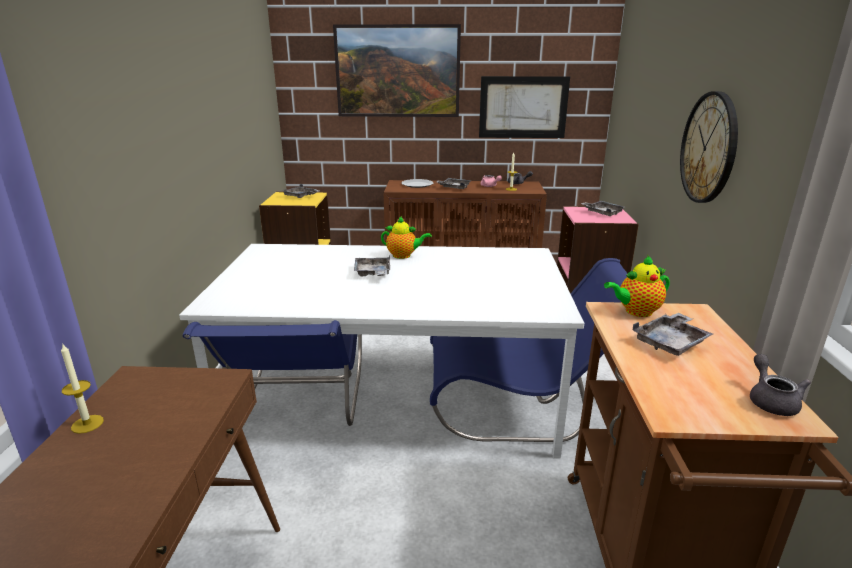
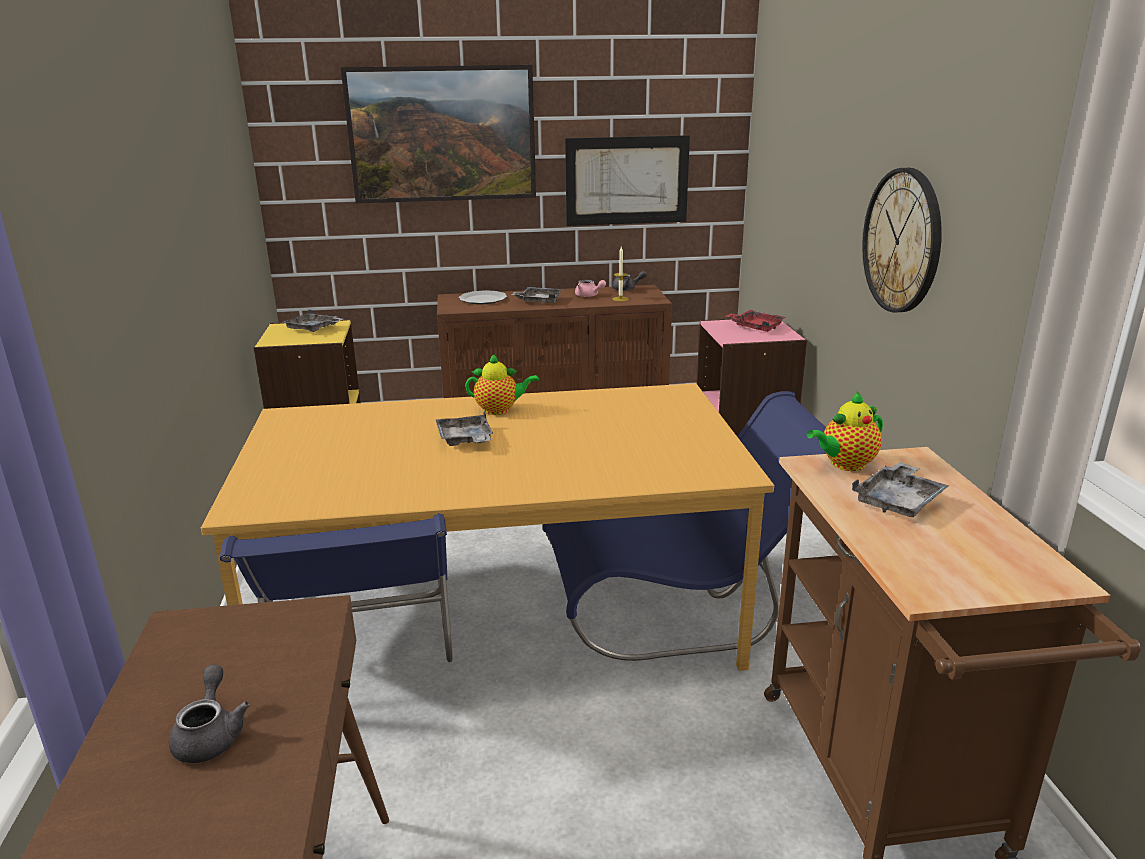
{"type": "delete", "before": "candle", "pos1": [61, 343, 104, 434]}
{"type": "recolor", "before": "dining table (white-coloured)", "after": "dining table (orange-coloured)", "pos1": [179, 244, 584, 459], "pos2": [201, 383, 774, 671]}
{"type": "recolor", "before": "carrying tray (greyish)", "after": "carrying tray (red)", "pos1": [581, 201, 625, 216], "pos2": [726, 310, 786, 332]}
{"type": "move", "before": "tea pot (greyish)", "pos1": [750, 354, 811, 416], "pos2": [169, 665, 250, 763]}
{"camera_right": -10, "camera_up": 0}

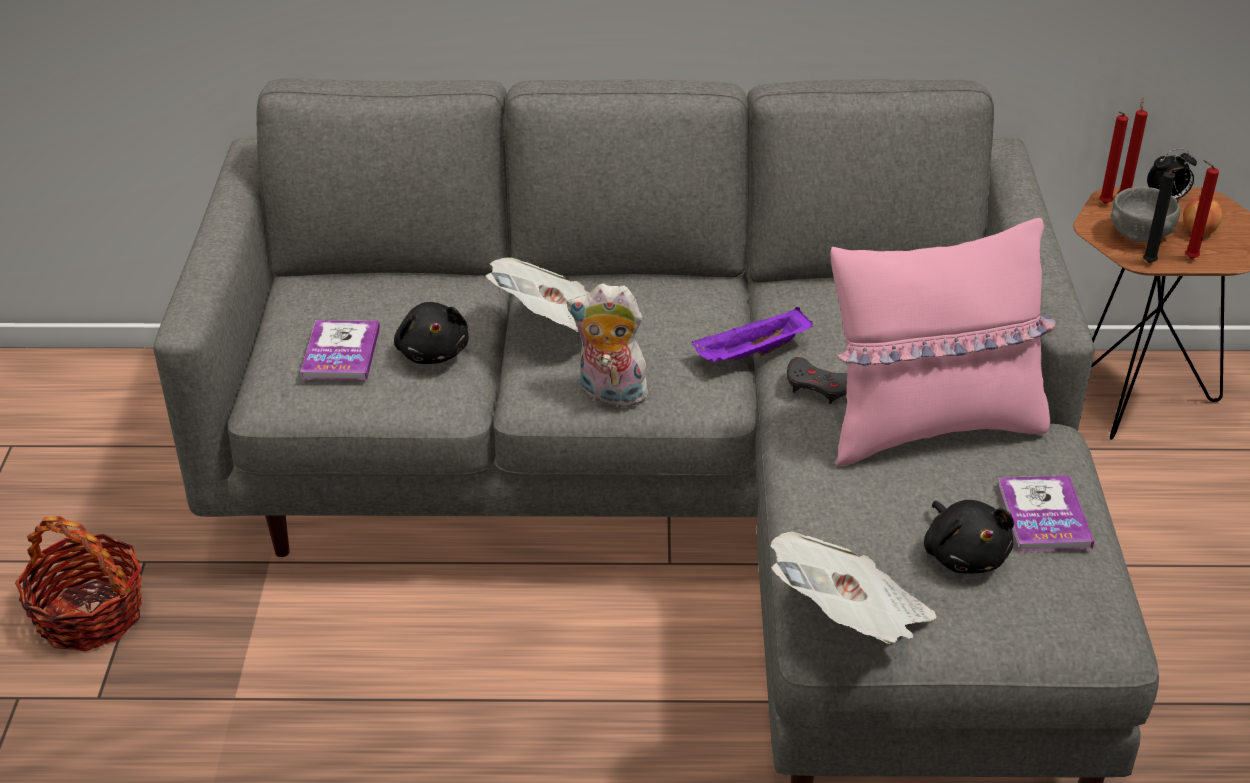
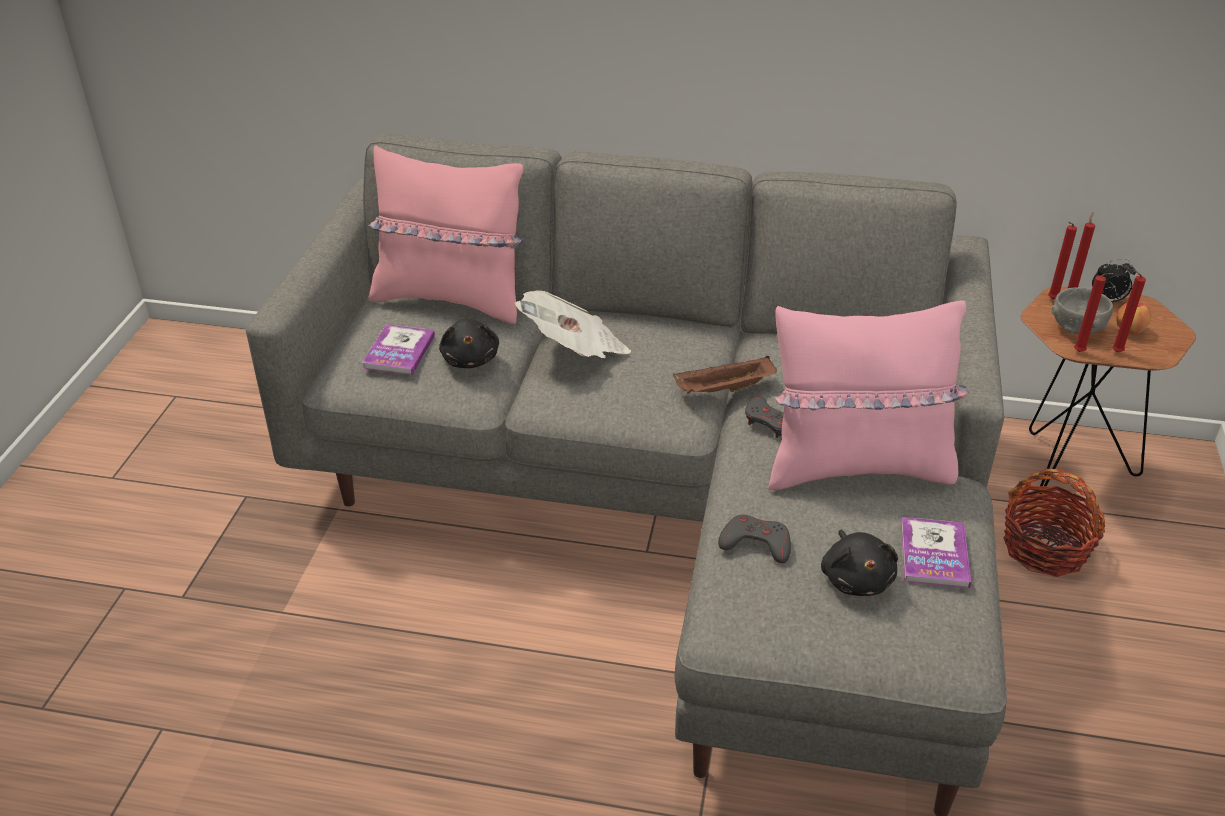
{"type": "move", "before": "basket", "pos1": [15, 516, 143, 652], "pos2": [1003, 469, 1105, 577]}
{"type": "delete", "before": "soft toy", "pos1": [567, 284, 655, 407]}
{"type": "recolor", "before": "carrying tray (purple-coloured)", "after": "carrying tray (brown)", "pos1": [692, 307, 813, 363], "pos2": [673, 356, 777, 394]}
{"type": "delete", "before": "daily paper", "pos1": [770, 531, 937, 644]}
{"type": "recolor", "before": "candle (black-coloured)", "after": "candle (red)", "pos1": [1143, 167, 1183, 263], "pos2": [1074, 273, 1113, 352]}
{"type": "insert", "after": "throw pillow (pink-coloured)", "pos2": [368, 146, 524, 324]}
{"type": "insert", "after": "game controller (greyish)", "pos2": [718, 515, 791, 563]}
{"camera_right": 10, "camera_up": 0}

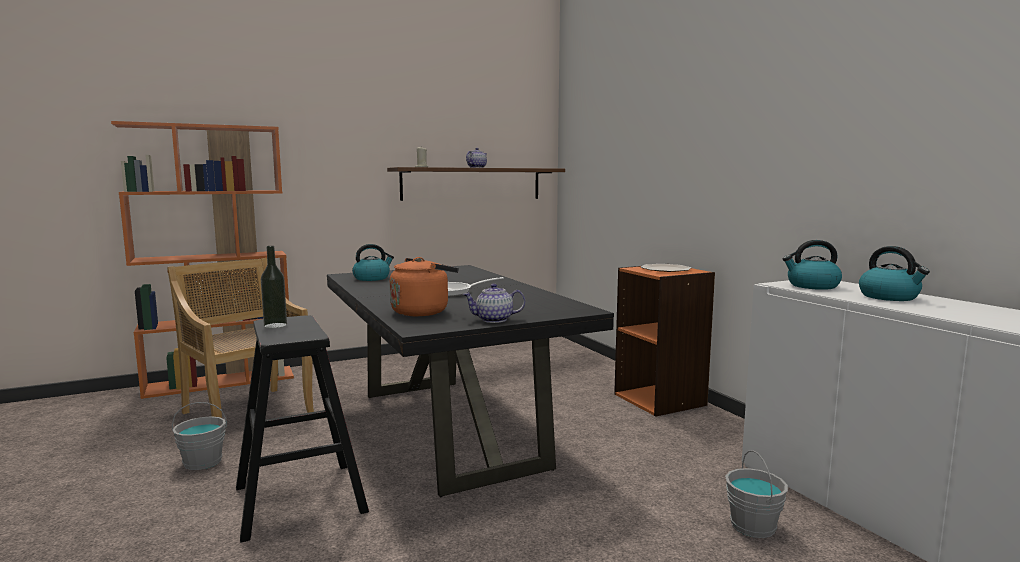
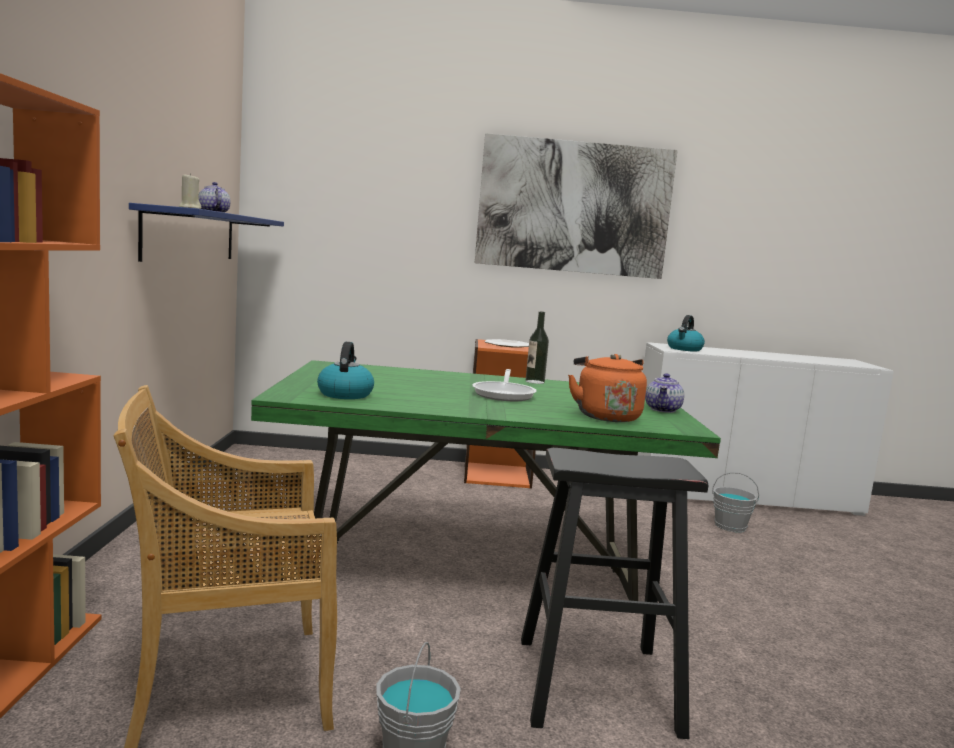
{"type": "move", "before": "drink bottle", "pos1": [261, 246, 287, 328], "pos2": [526, 311, 549, 384]}
{"type": "recolor", "before": "dining table (black-coloured)", "after": "dining table (green)", "pos1": [327, 265, 614, 497], "pos2": [251, 360, 721, 601]}
{"type": "recolor", "before": "wall shelf (brown)", "after": "wall shelf (blue)", "pos1": [387, 167, 565, 201], "pos2": [129, 203, 284, 262]}
{"type": "delete", "before": "kettle", "pos1": [859, 246, 930, 301]}
{"type": "insert", "after": "wall art", "pos2": [475, 133, 678, 279]}
{"camera_right": -65, "camera_up": 0}

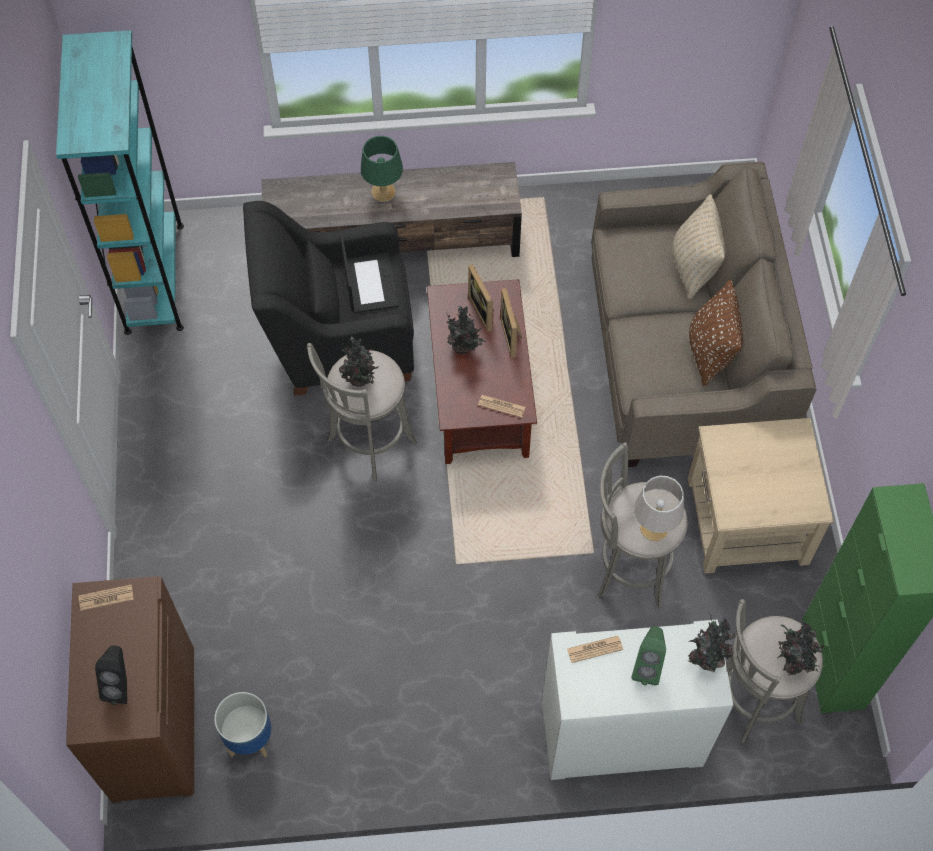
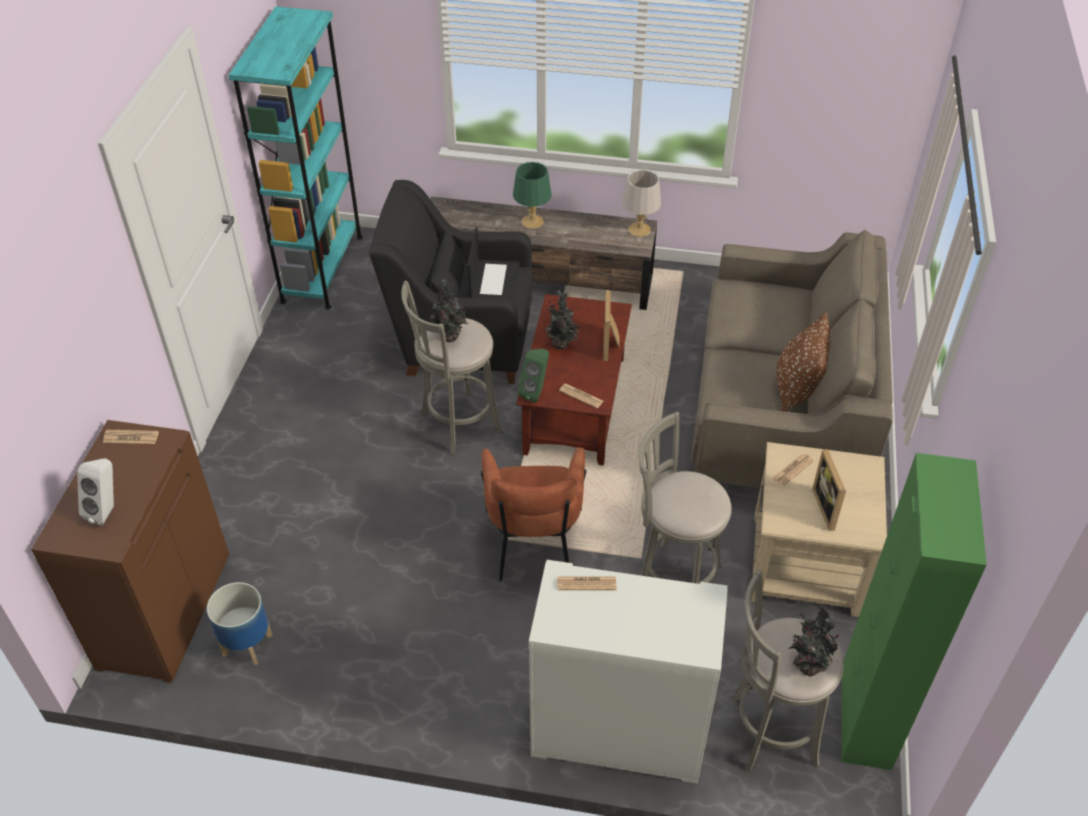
{"type": "recolor", "before": "loudspeaker (black-coloured)", "after": "loudspeaker (white-coloured)", "pos1": [95, 645, 127, 705], "pos2": [77, 458, 114, 526]}
{"type": "move", "before": "picture frame", "pos1": [468, 264, 494, 332], "pos2": [812, 449, 846, 531]}
{"type": "move", "before": "loudspeaker (green)", "pos1": [631, 626, 666, 685], "pos2": [518, 349, 549, 403]}
{"type": "move", "before": "table lamp (greyish)", "pos1": [634, 476, 684, 541], "pos2": [622, 170, 661, 237]}
{"type": "delete", "before": "throw pillow (beige-coloured)", "pos1": [673, 194, 726, 299]}
{"type": "delete", "before": "plant in a pot", "pos1": [688, 613, 735, 672]}
{"type": "insert", "after": "easy chair (brown)", "pos2": [481, 447, 586, 581]}
{"type": "insert", "after": "daily paper", "pos2": [772, 454, 814, 486]}
{"camera_right": 15, "camera_up": -15}

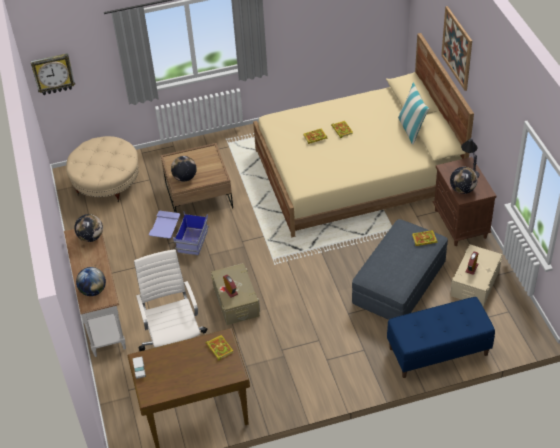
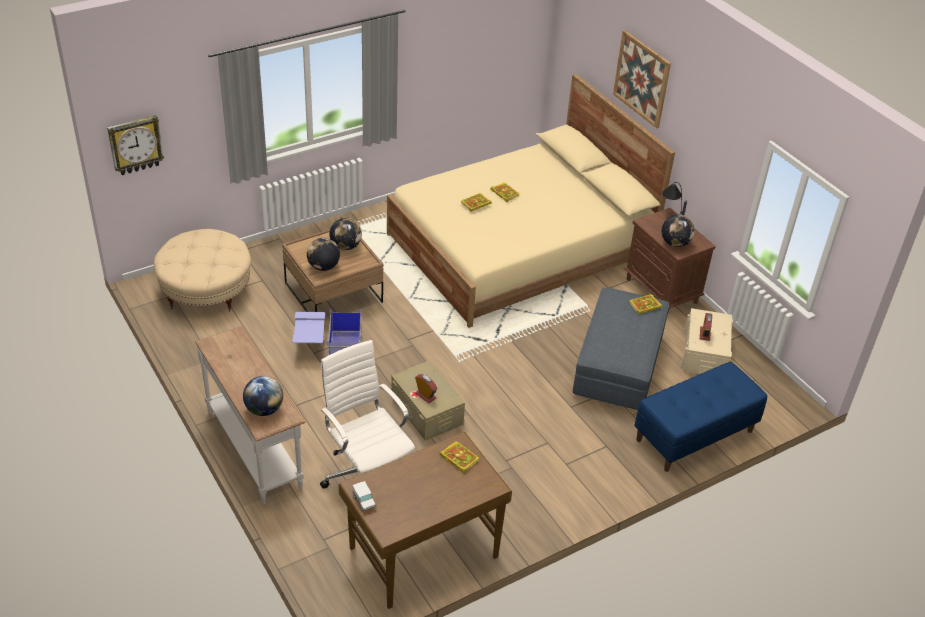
{"type": "move", "before": "desk globe", "pos1": [74, 214, 103, 242], "pos2": [329, 218, 362, 250]}
{"type": "delete", "before": "throw pillow", "pos1": [398, 83, 429, 145]}
{"camera_right": -20, "camera_up": -5}

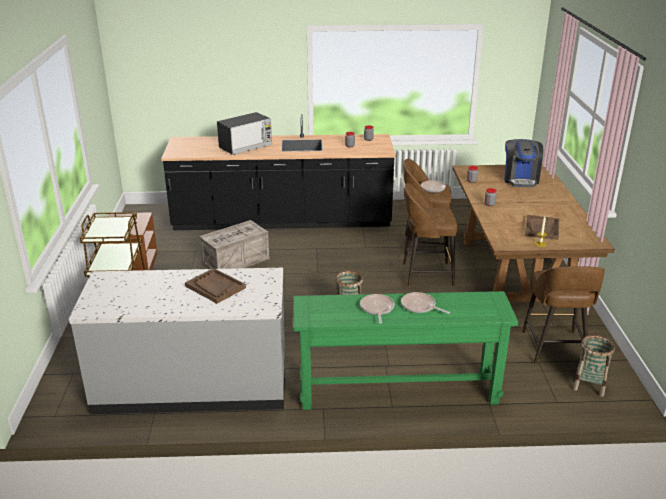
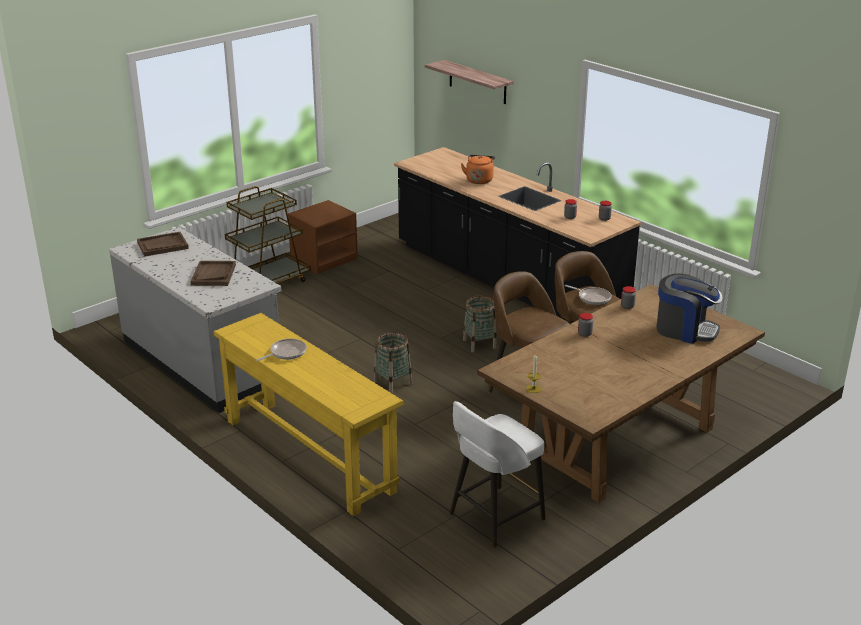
{"type": "delete", "before": "crate", "pos1": [199, 220, 270, 269]}
{"type": "replace", "before": "microwave oven", "after": "kettle (orange-coloured)", "pos1": [217, 112, 272, 155], "pos2": [461, 155, 495, 184]}
{"type": "recolor", "before": "console table (green)", "after": "console table (yellow)", "pos1": [293, 291, 519, 410], "pos2": [213, 313, 403, 516]}
{"type": "delete", "before": "pan", "pos1": [401, 292, 450, 314]}
{"type": "rotate", "before": "coffee machine", "pos1": [504, 139, 543, 187], "pos2": [656, 273, 723, 344], "turn": -120}
{"type": "recolor", "before": "sitting stool (brown)", "after": "sitting stool (white-coloured)", "pos1": [522, 266, 605, 364], "pos2": [449, 401, 545, 548]}
{"type": "move", "before": "carrying tray (brown)", "pos1": [525, 215, 559, 240], "pos2": [137, 232, 189, 257]}
{"type": "move", "before": "basket", "pos1": [573, 335, 615, 397], "pos2": [463, 295, 497, 352]}
{"type": "insert", "after": "wall shelf", "pos2": [425, 60, 514, 104]}
{"camera_right": 50, "camera_up": 0}

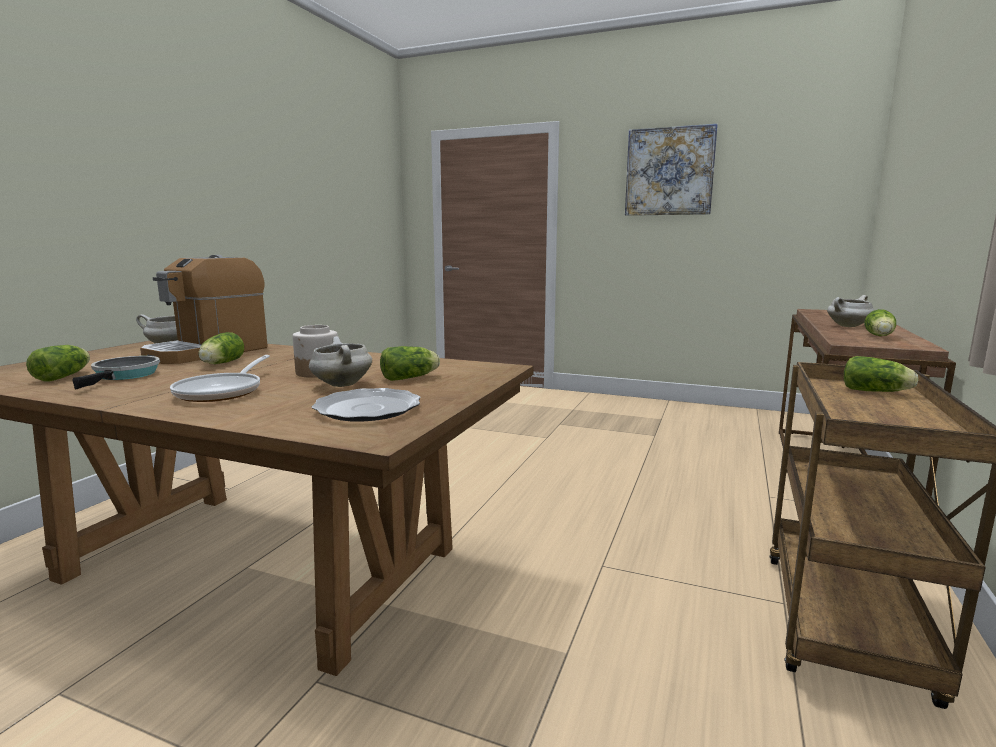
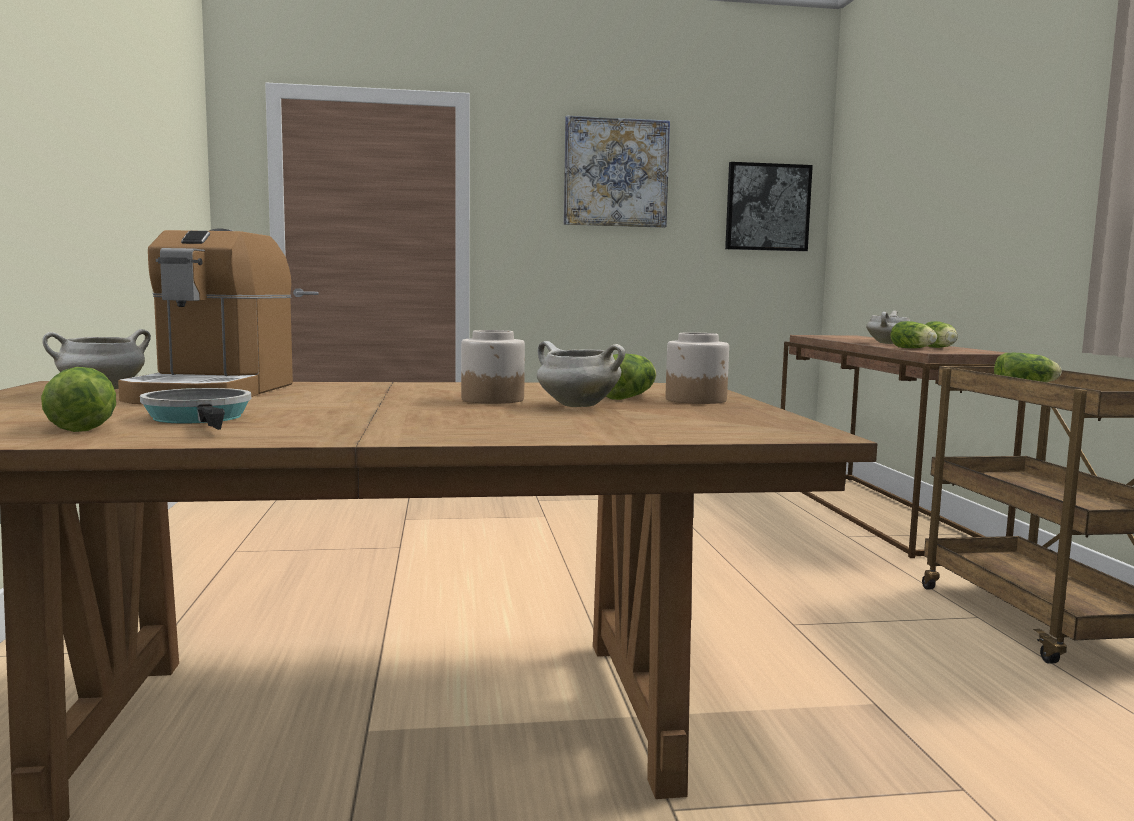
{"type": "delete", "before": "pan", "pos1": [170, 355, 270, 402]}
{"type": "move", "before": "head of lettuce", "pos1": [198, 332, 244, 364], "pos2": [890, 321, 937, 348]}
{"type": "delete", "before": "plate", "pos1": [312, 388, 421, 421]}
{"type": "insert", "after": "preserve jar", "pos2": [666, 332, 729, 404]}
{"type": "insert", "after": "wall art", "pos2": [725, 162, 813, 251]}
{"camera_right": -30, "camera_up": -5}

